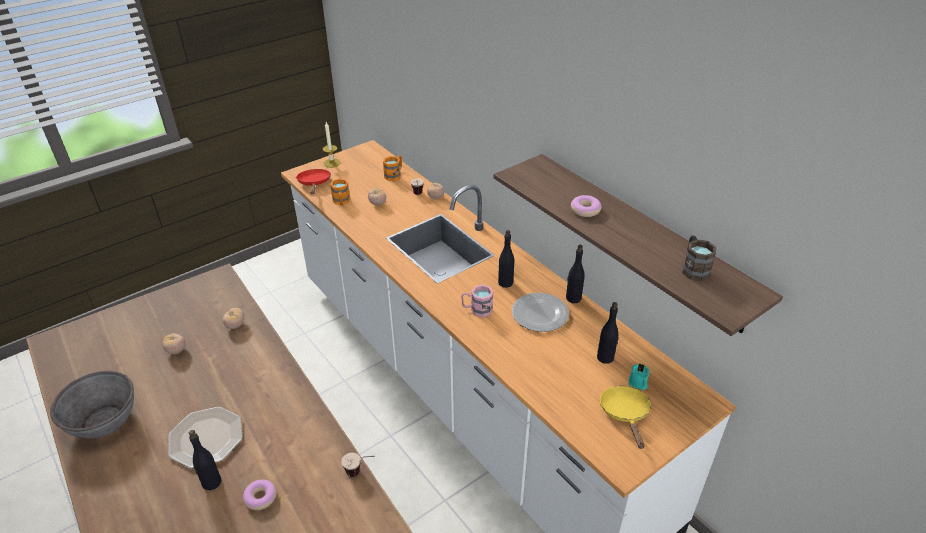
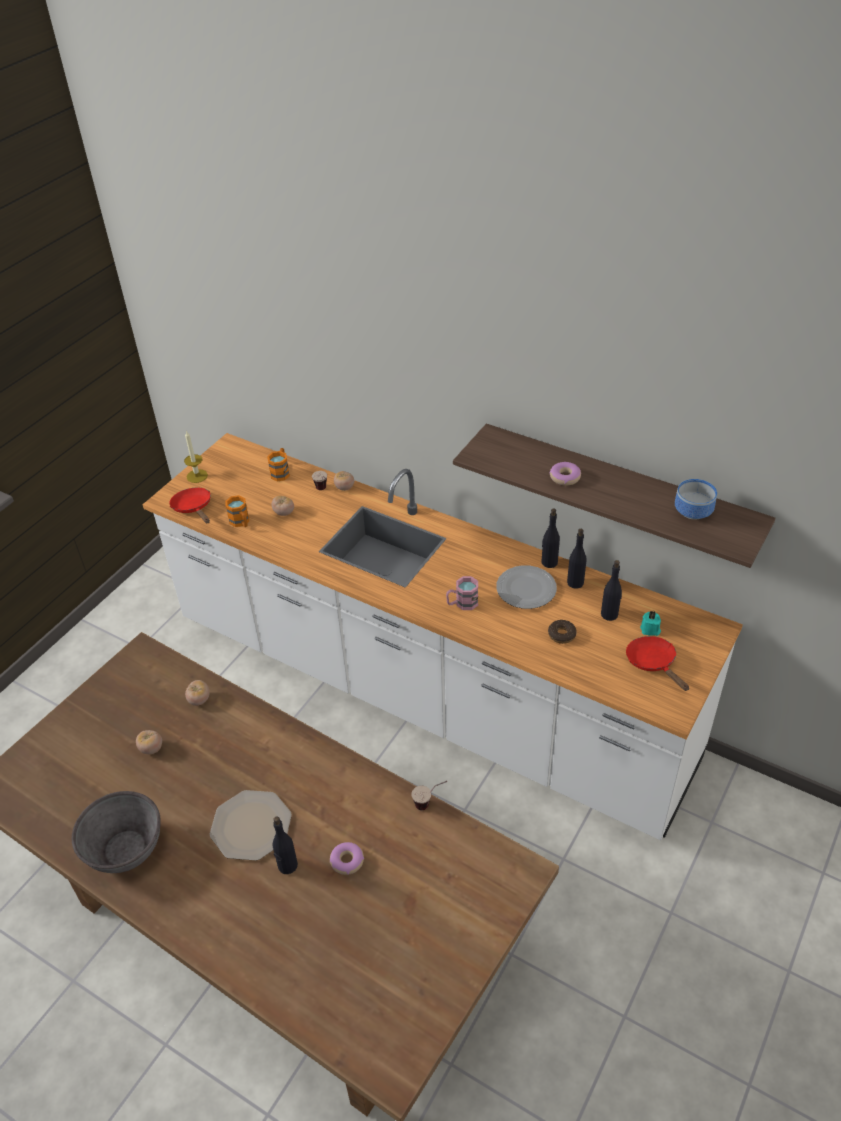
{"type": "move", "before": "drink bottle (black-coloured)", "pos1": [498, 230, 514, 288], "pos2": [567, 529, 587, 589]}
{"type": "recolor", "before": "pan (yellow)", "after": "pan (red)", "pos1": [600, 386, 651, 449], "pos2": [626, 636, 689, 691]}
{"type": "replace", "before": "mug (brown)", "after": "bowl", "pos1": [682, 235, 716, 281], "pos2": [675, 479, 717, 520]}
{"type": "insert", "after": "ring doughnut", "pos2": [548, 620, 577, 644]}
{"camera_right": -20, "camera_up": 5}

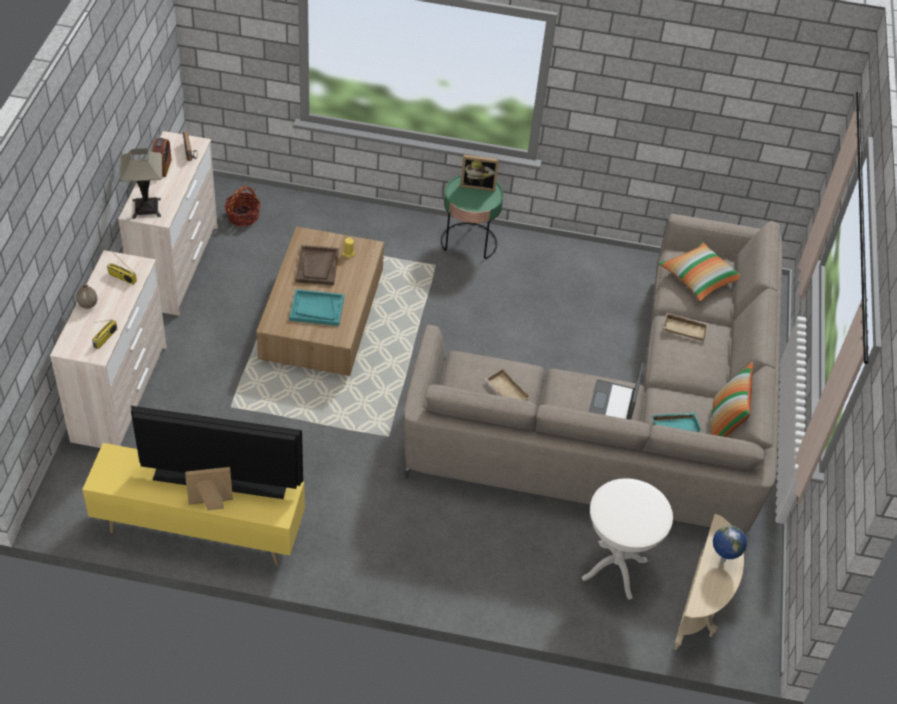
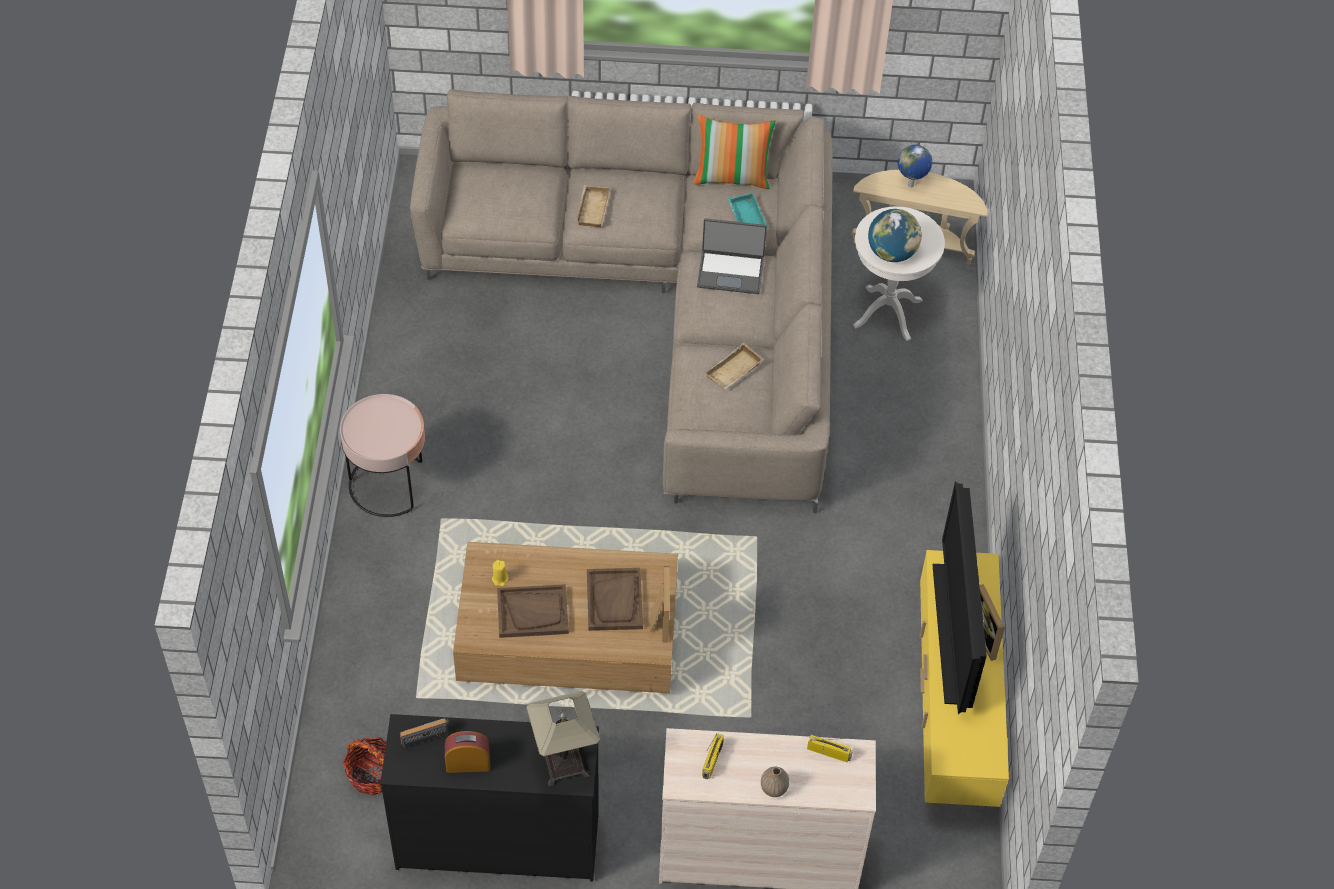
{"type": "recolor", "before": "drawer chest (beige-coloured)", "after": "drawer chest (black-coloured)", "pos1": [118, 131, 217, 316], "pos2": [380, 714, 599, 882]}
{"type": "recolor", "before": "carrying tray (turquoise-coloured)", "after": "carrying tray (brown)", "pos1": [289, 289, 344, 326], "pos2": [587, 568, 643, 631]}
{"type": "recolor", "before": "end table (green)", "after": "end table (pink-coloured)", "pos1": [441, 175, 503, 259], "pos2": [340, 394, 425, 517]}
{"type": "move", "before": "picture frame", "pos1": [461, 154, 499, 191], "pos2": [650, 566, 669, 643]}
{"type": "delete", "before": "throw pillow", "pos1": [658, 242, 740, 302]}
{"type": "insert", "after": "desk globe", "pos2": [868, 209, 922, 262]}
{"camera_right": -95, "camera_up": 5}

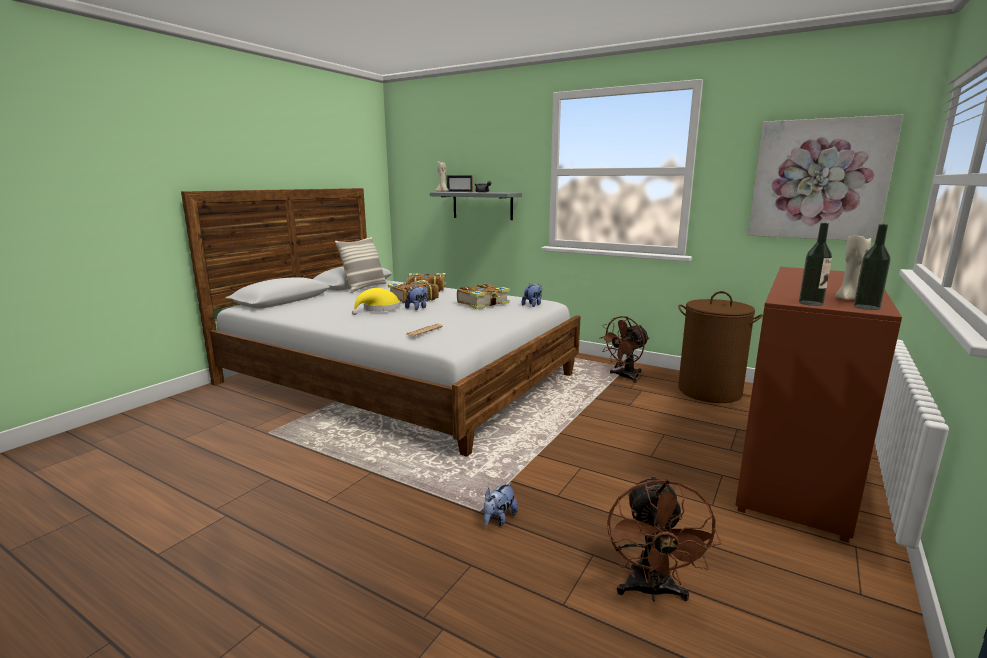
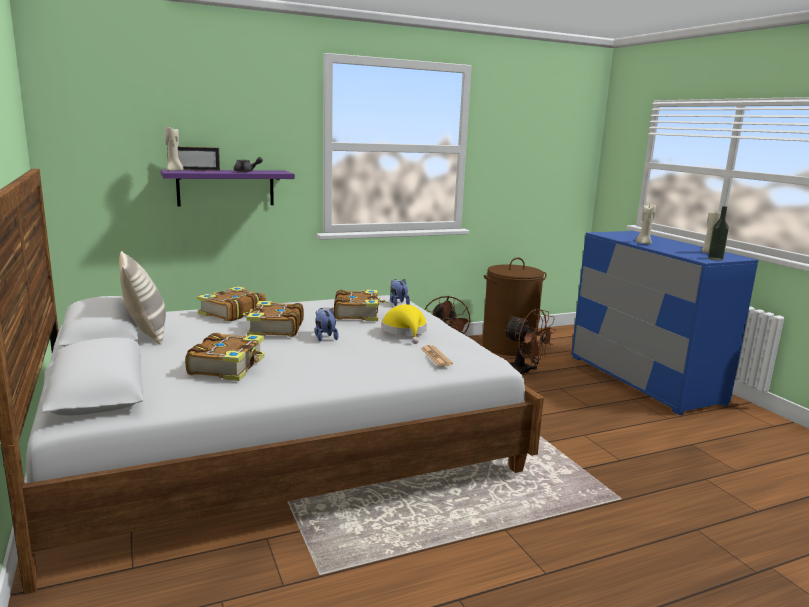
{"type": "move", "before": "clothing hat (yellow)", "pos1": [352, 288, 400, 315], "pos2": [382, 304, 427, 344]}
{"type": "recolor", "before": "wall shelf (greyish)", "after": "wall shelf (purple-coloured)", "pos1": [430, 192, 522, 220], "pos2": [161, 170, 295, 207]}
{"type": "delete", "before": "soft toy", "pos1": [483, 483, 518, 526]}
{"type": "move", "before": "cooling fan (brown)", "pos1": [607, 476, 721, 602], "pos2": [503, 308, 556, 374]}
{"type": "recolor", "before": "drawer chest (brown)", "after": "drawer chest (blue)", "pos1": [735, 267, 902, 543], "pos2": [571, 231, 758, 415]}
{"type": "delete", "before": "wall art", "pos1": [748, 114, 903, 242]}
{"type": "delete", "before": "drink bottle", "pos1": [854, 224, 891, 310]}
{"type": "insert", "after": "bound book", "pos2": [185, 333, 265, 381]}
{"type": "insert", "after": "candle (beige-coloured)", "pos2": [636, 204, 656, 244]}
{"camera_right": -55, "camera_up": 0}

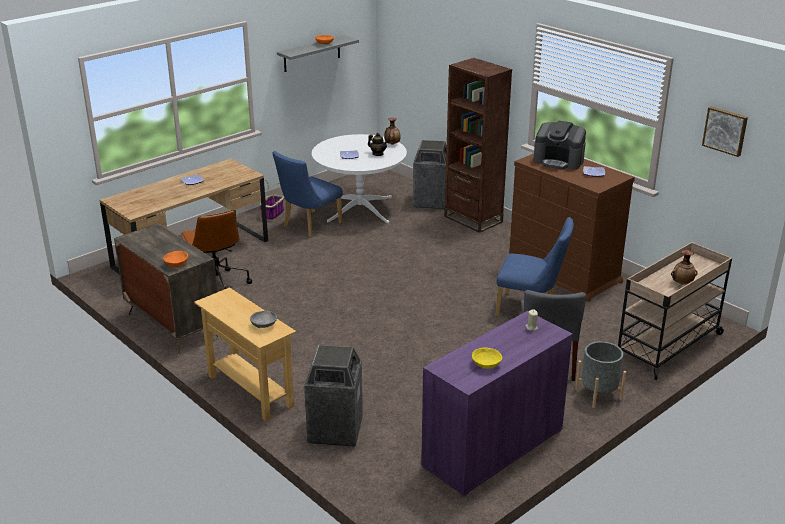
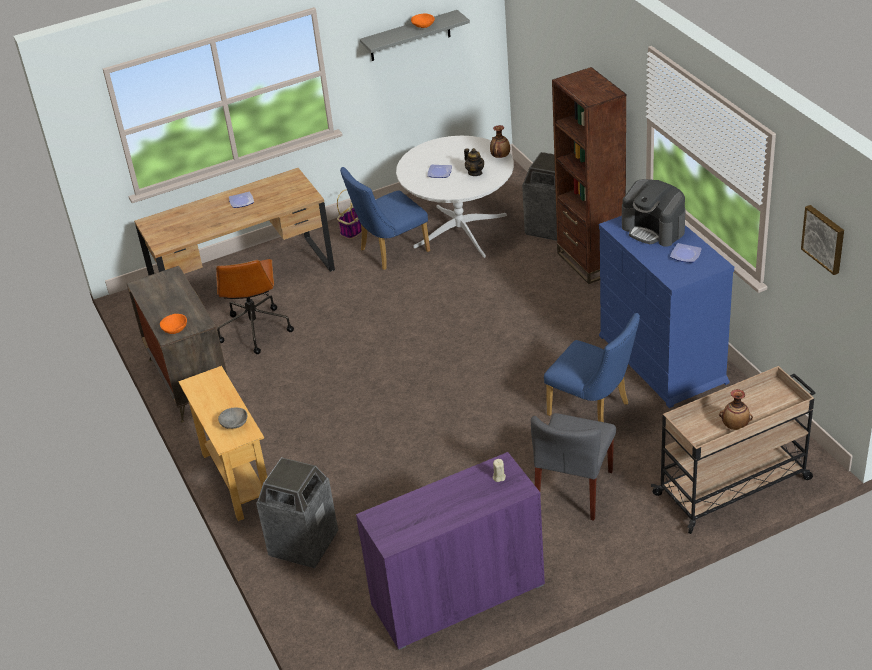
{"type": "delete", "before": "bowl (yellow)", "pos1": [472, 347, 502, 369]}
{"type": "recolor", "before": "drawer chest (brown)", "after": "drawer chest (blue)", "pos1": [509, 154, 635, 302], "pos2": [599, 216, 734, 408]}
{"type": "delete", "before": "planter (greyish)", "pos1": [575, 341, 626, 408]}
{"camera_right": 20, "camera_up": 10}

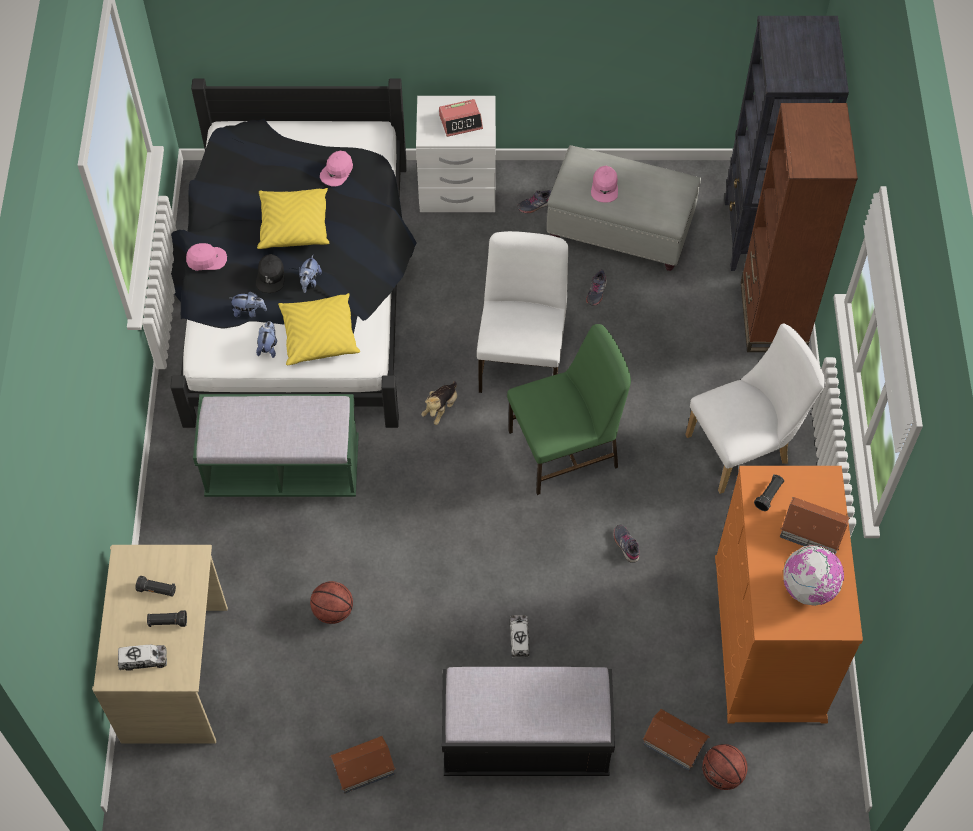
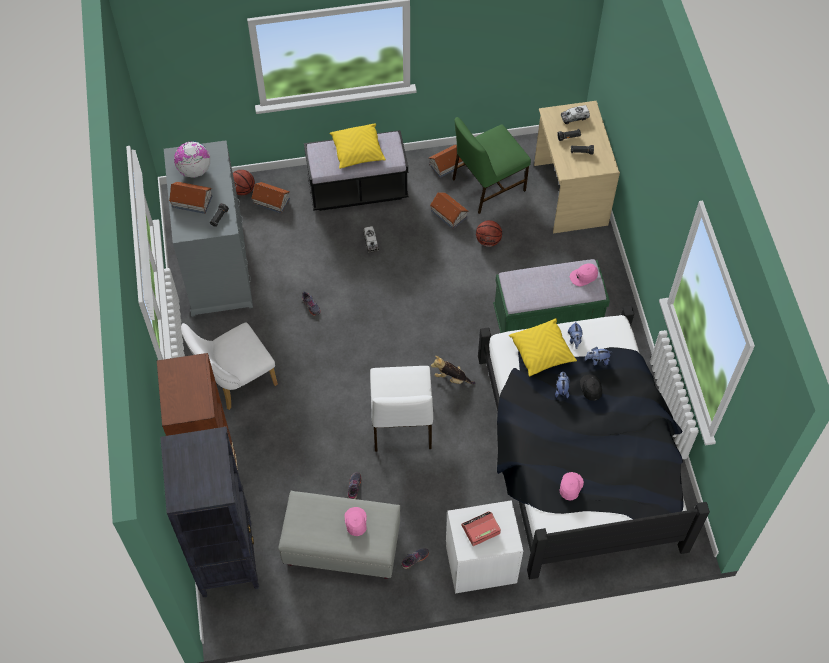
{"type": "move", "before": "baseball cap (pink-coloured)", "pos1": [186, 243, 227, 271], "pos2": [570, 263, 598, 286]}
{"type": "move", "before": "throw pillow (yellow)", "pos1": [257, 188, 329, 249], "pos2": [329, 123, 386, 169]}
{"type": "rotate", "before": "soft toy", "pos1": [421, 381, 457, 425], "pos2": [431, 356, 475, 384], "turn": -90}
{"type": "move", "before": "upright chair (green)", "pos1": [507, 324, 631, 495], "pos2": [452, 117, 531, 214]}
{"type": "recolor", "before": "drawer chest (orange-coloured)", "after": "drawer chest (greyish)", "pos1": [715, 466, 863, 724], "pos2": [164, 140, 253, 317]}
{"type": "insert", "after": "miniature house", "pos2": [430, 192, 469, 229]}
{"camera_right": 170, "camera_up": 0}

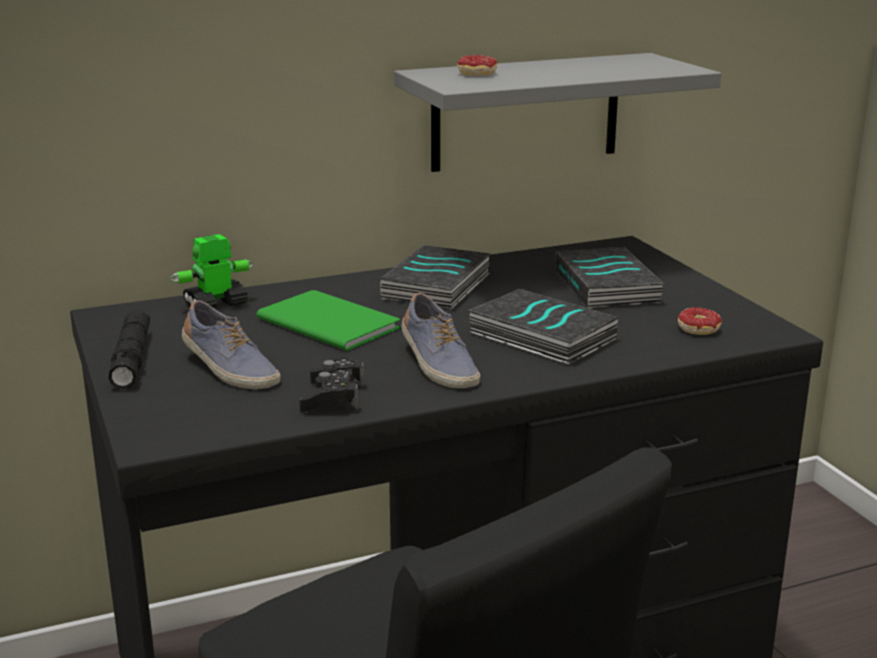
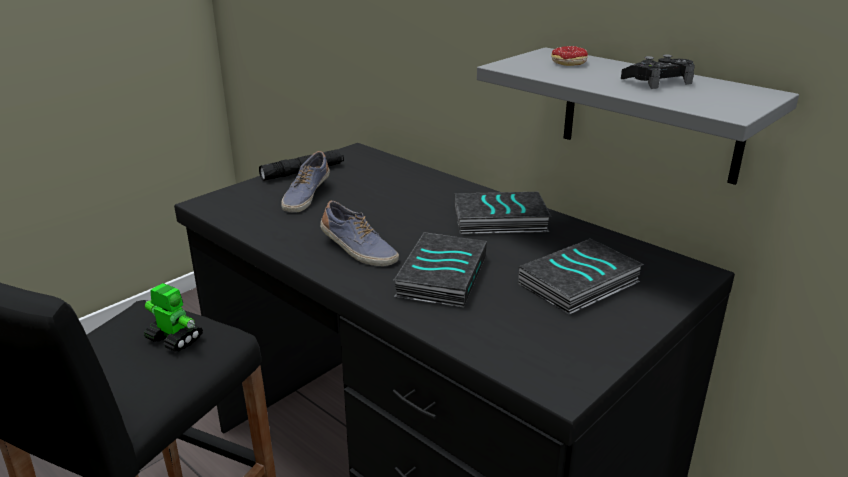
{"type": "move", "before": "robot figure", "pos1": [170, 234, 253, 308], "pos2": [144, 283, 203, 352]}
{"type": "delete", "before": "bound book (green)", "pos1": [256, 290, 400, 351]}
{"type": "move", "before": "game controller (black-coloured)", "pos1": [300, 357, 364, 412], "pos2": [621, 54, 695, 89]}
{"type": "rotate", "before": "low shoe", "pos1": [401, 292, 480, 388], "pos2": [320, 201, 399, 266], "turn": -90}
{"type": "delete", "before": "ring doughnut", "pos1": [678, 307, 742, 335]}
{"camera_right": 65, "camera_up": 5}

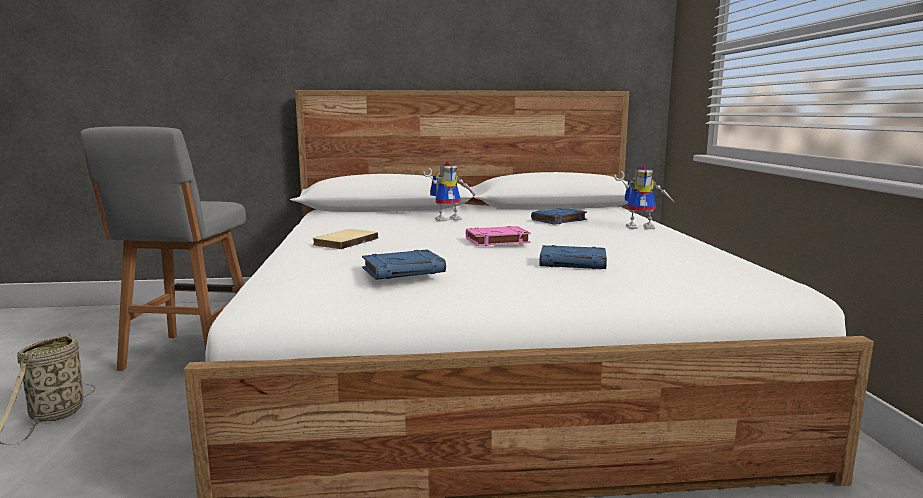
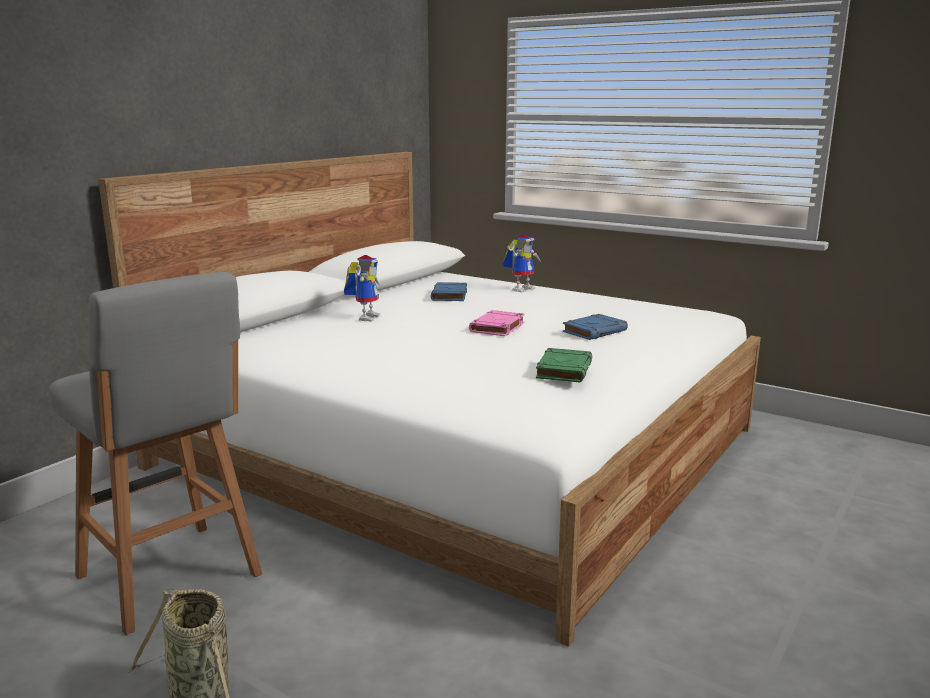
{"type": "delete", "before": "bound book (beige-coloured)", "pos1": [312, 229, 378, 249]}
{"type": "recolor", "before": "bound book (blue)", "after": "bound book (green)", "pos1": [362, 250, 446, 280], "pos2": [536, 348, 592, 383]}
{"camera_right": -50, "camera_up": 5}

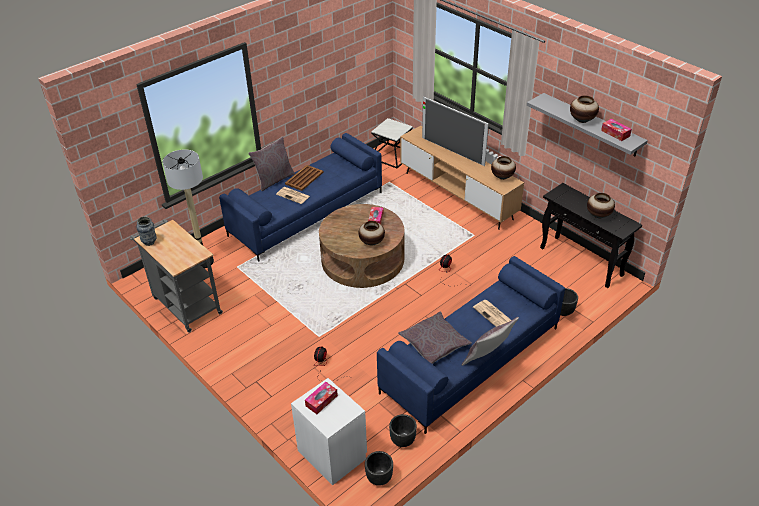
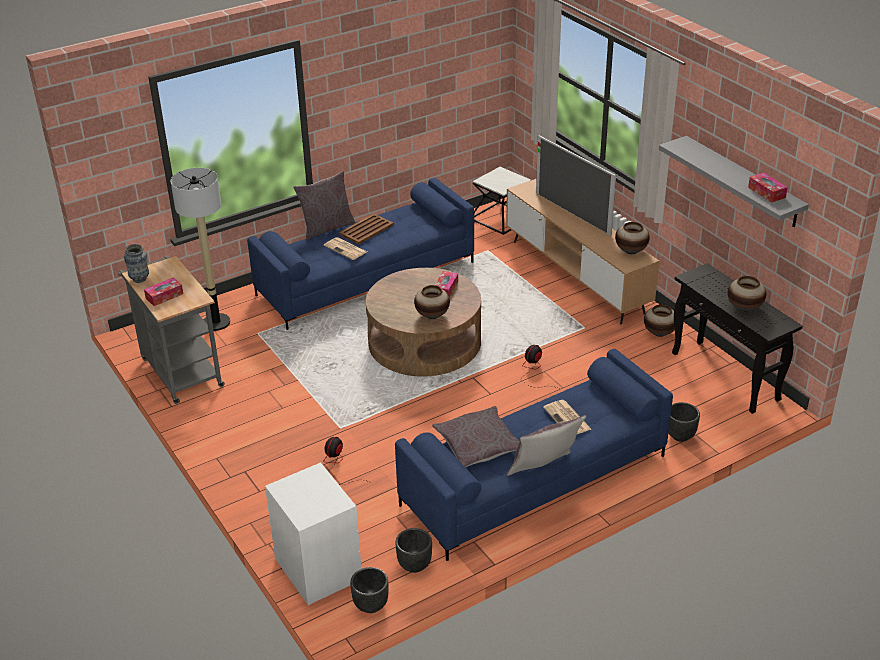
{"type": "move", "before": "box of tissues", "pos1": [305, 382, 338, 414], "pos2": [144, 277, 183, 306]}
{"type": "move", "before": "vase", "pos1": [570, 95, 599, 123], "pos2": [644, 304, 675, 337]}
{"camera_right": 10, "camera_up": -5}

